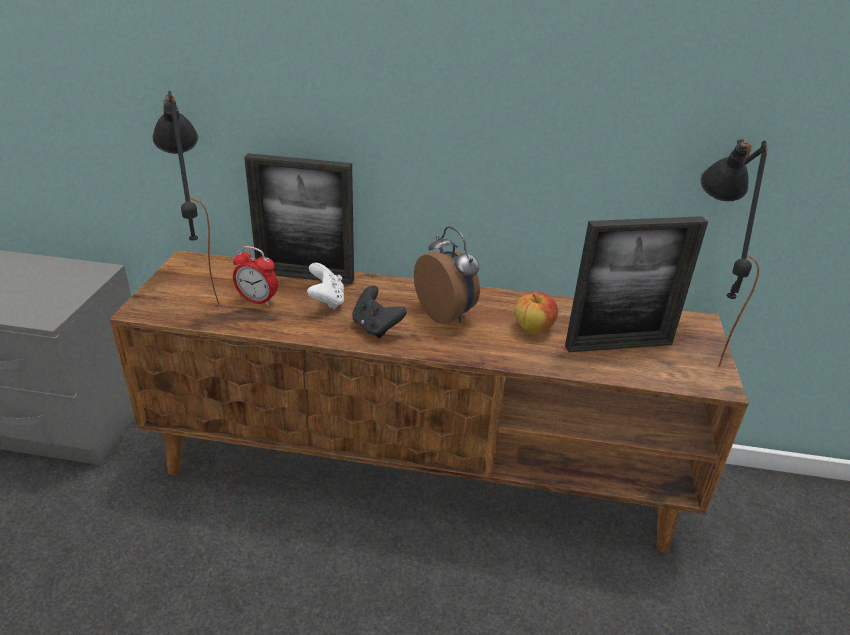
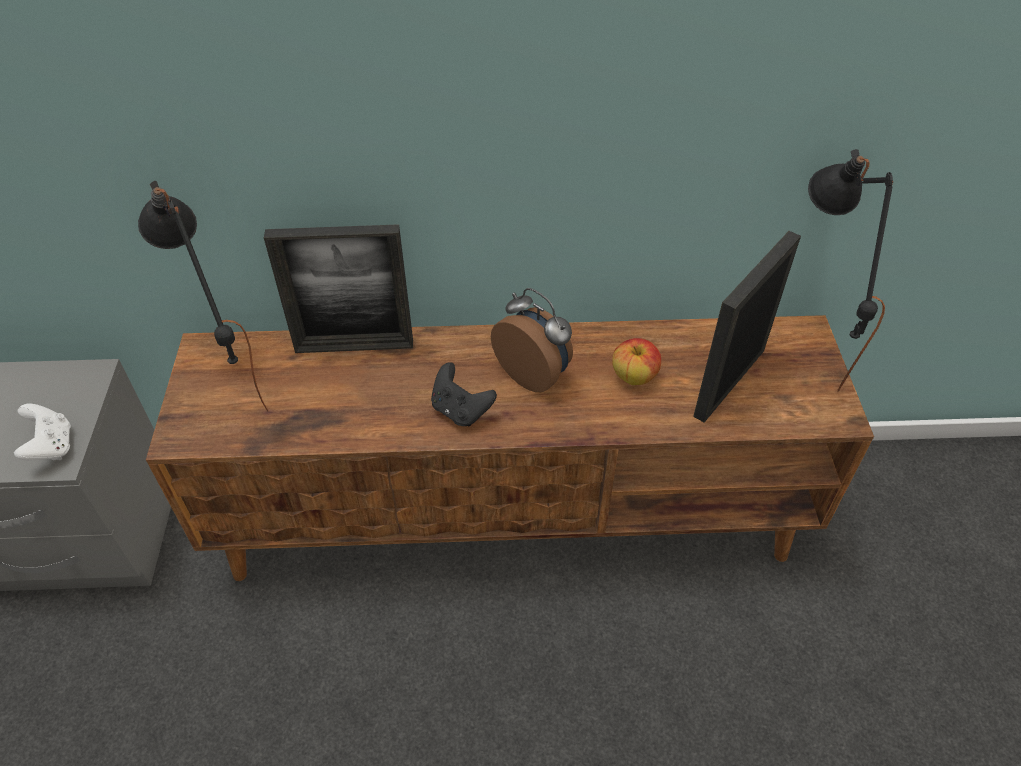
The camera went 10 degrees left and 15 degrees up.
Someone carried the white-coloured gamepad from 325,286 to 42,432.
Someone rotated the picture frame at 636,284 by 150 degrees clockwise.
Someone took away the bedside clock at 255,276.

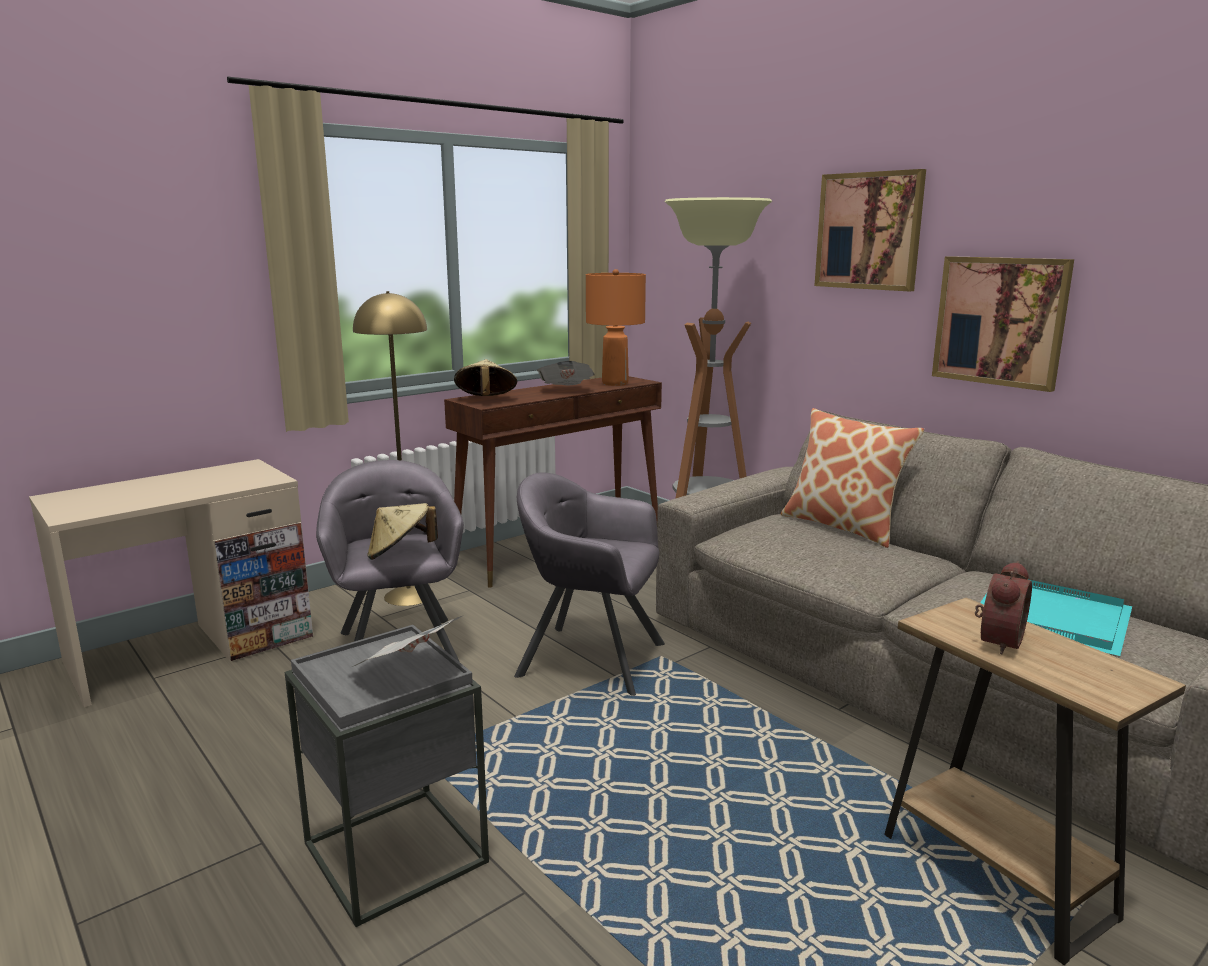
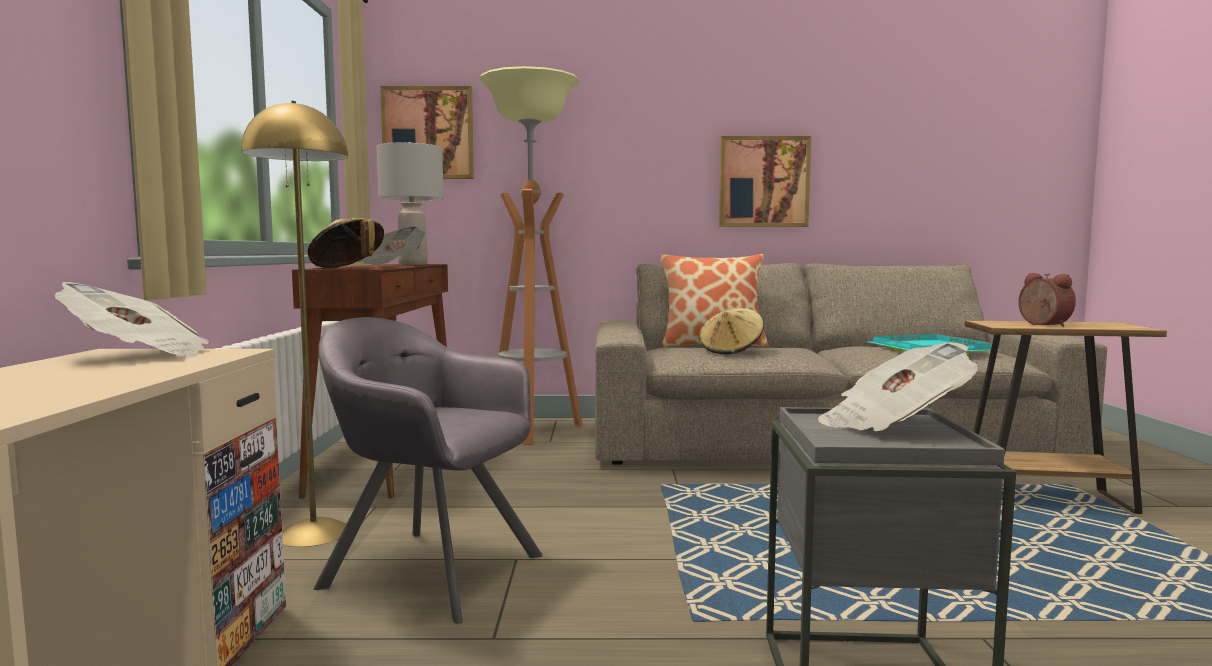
The camera went 50 degrees left and 10 degrees down.
Someone put down the printed paper at 131,320.
Someone repainted the orange-coloured tabletop lamp at 616,327, which became the gray tabletop lamp at 410,203.
Someone carried the wall picture from 870,230 to 427,132.
Someone carried the beige-coloured hat from 402,531 to 731,331.
Someone took away the gray easy chair at 589,584.

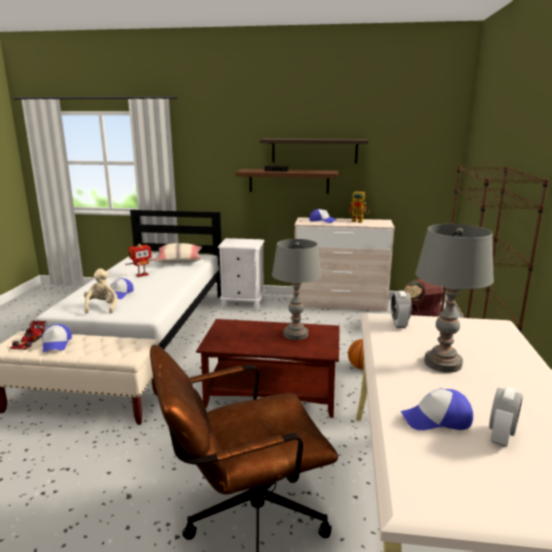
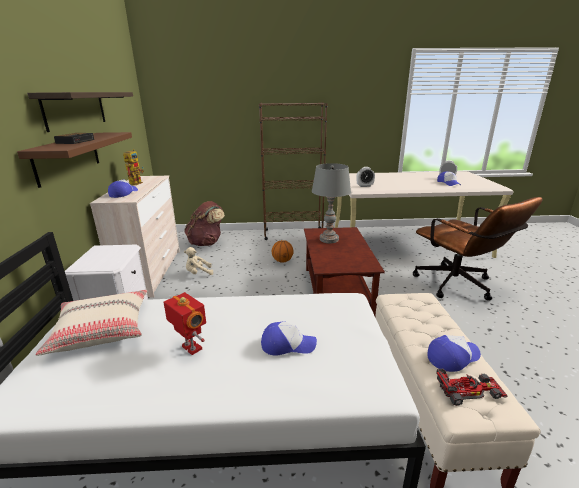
The camera went 100 degrees left and 5 degrees up.
Someone carried the beige-coloured cuddly toy from 100,291 to 198,261.
Someone took away the gray tabletop lamp at 454,298.

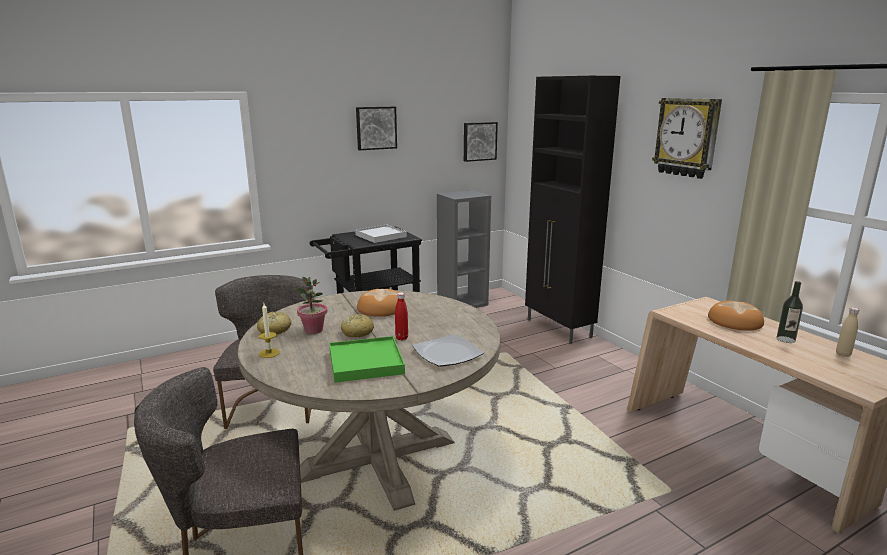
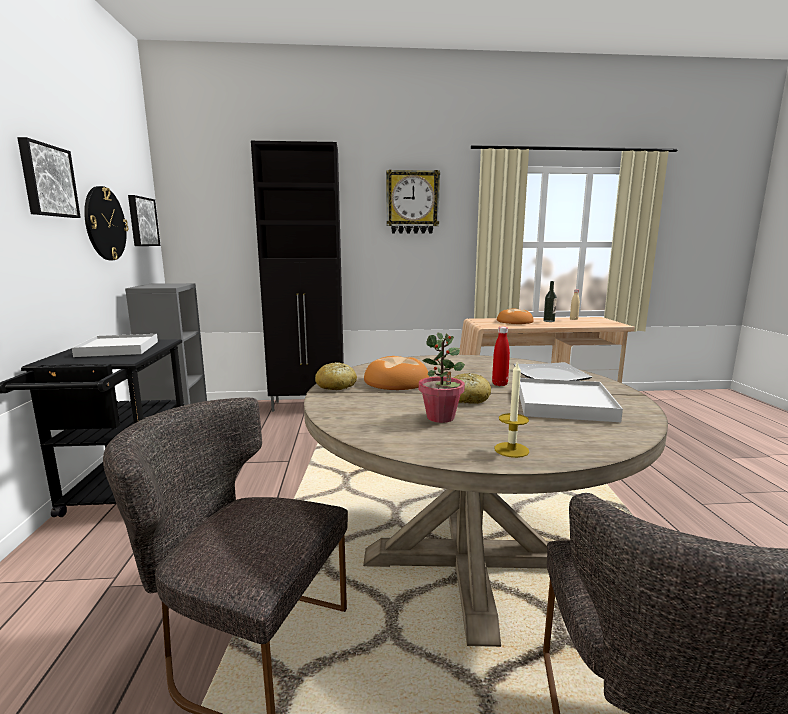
The camera went 65 degrees left and 5 degrees down.
Someone put up the clock on the wall at 106,223.
Someone carried the bakery bread from 274,323 to 336,376.
Someone repainted the greenish serving tray at 367,359, which became the white-coloured serving tray at 571,400.

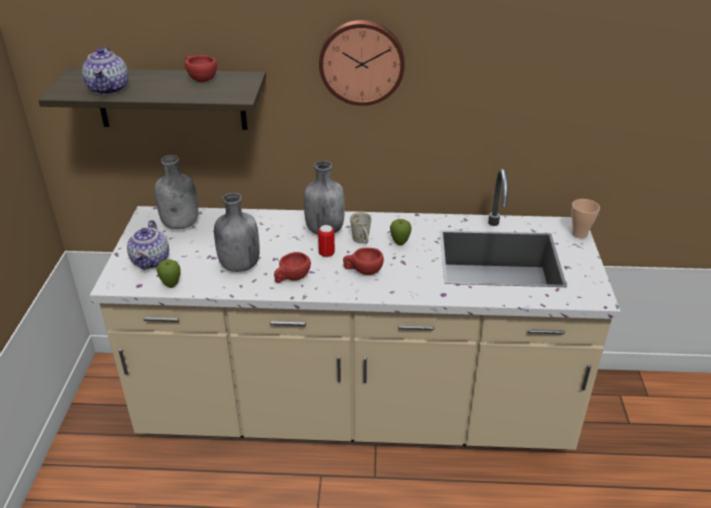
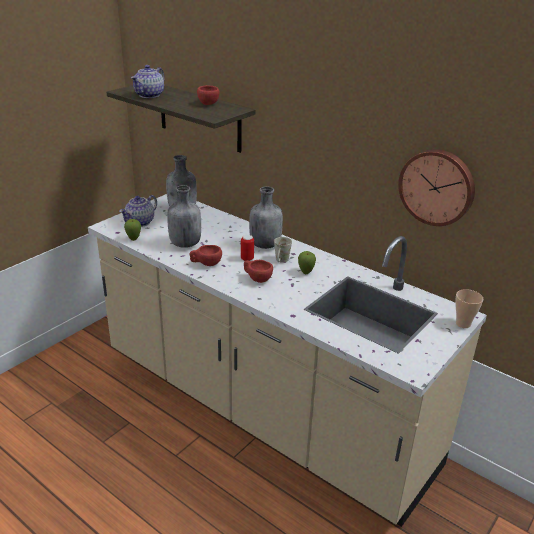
The camera went 35 degrees right and 5 degrees down.
Someone carried the clock on the wall from 362,63 to 436,187.

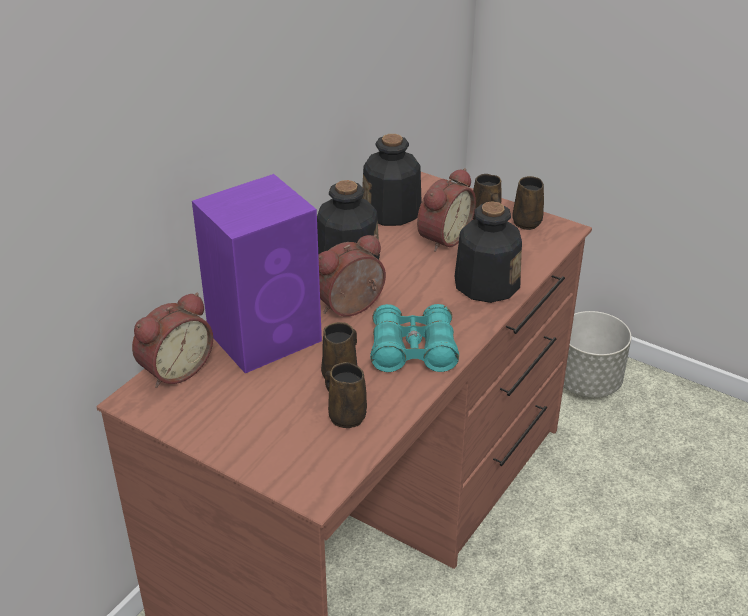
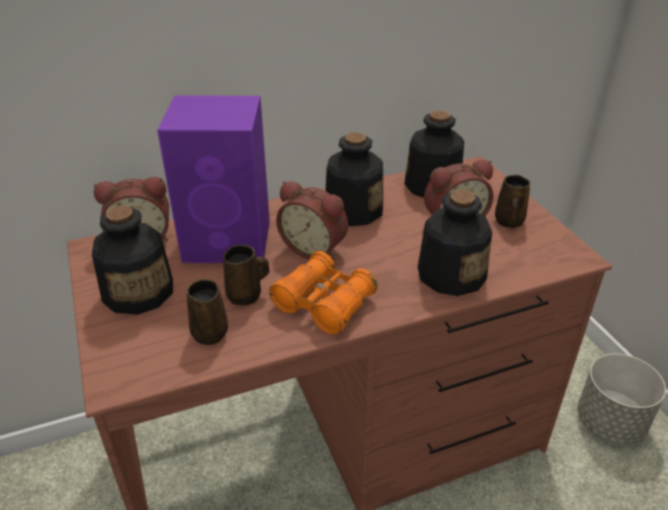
The camera went 35 degrees right and 0 degrees up.
Someone put down the bottle at 132,260.
Someone repainted the turquoise-coloured binoculars at 414,338, which became the orange-coloured binoculars at 323,293.
Someone rotated the bedside clock at 352,275 by 150 degrees counterclockwise.
Someone took away the brown-coloured mug at 528,203.

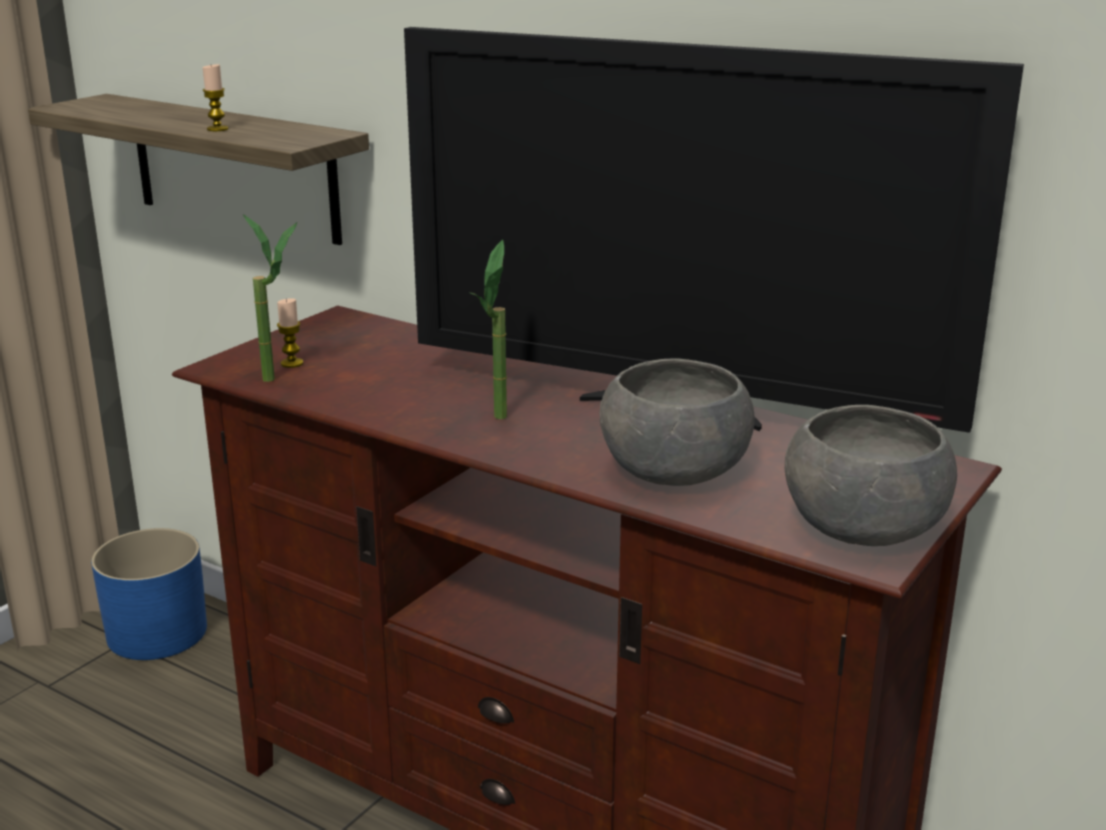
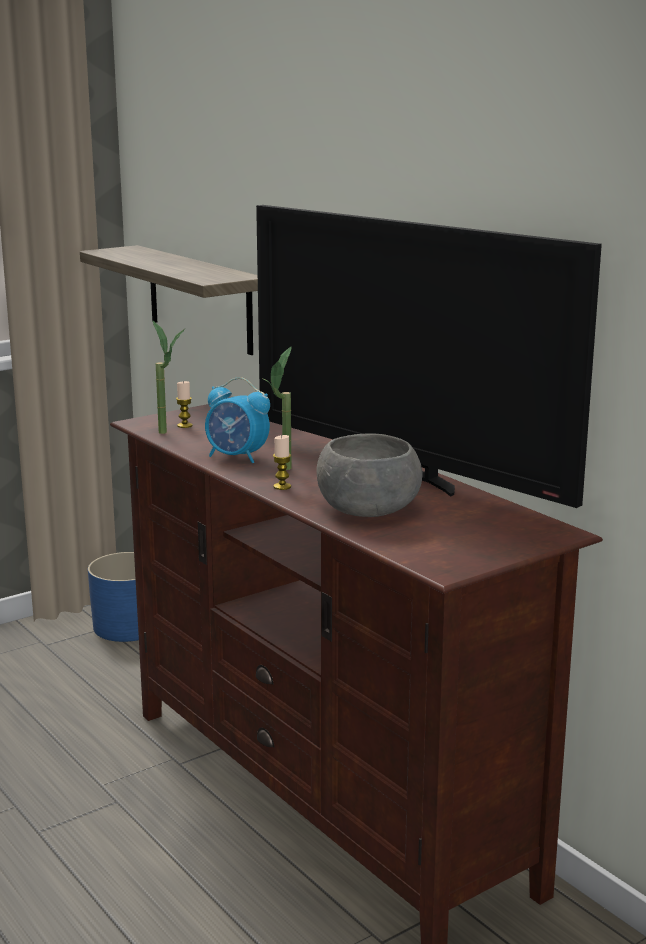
The camera went 20 degrees right and 5 degrees down.
Someone put down the bedside clock at 237,420.
Someone carried the candle from 215,97 to 282,462.
Someone took away the gray bowl at 871,475.

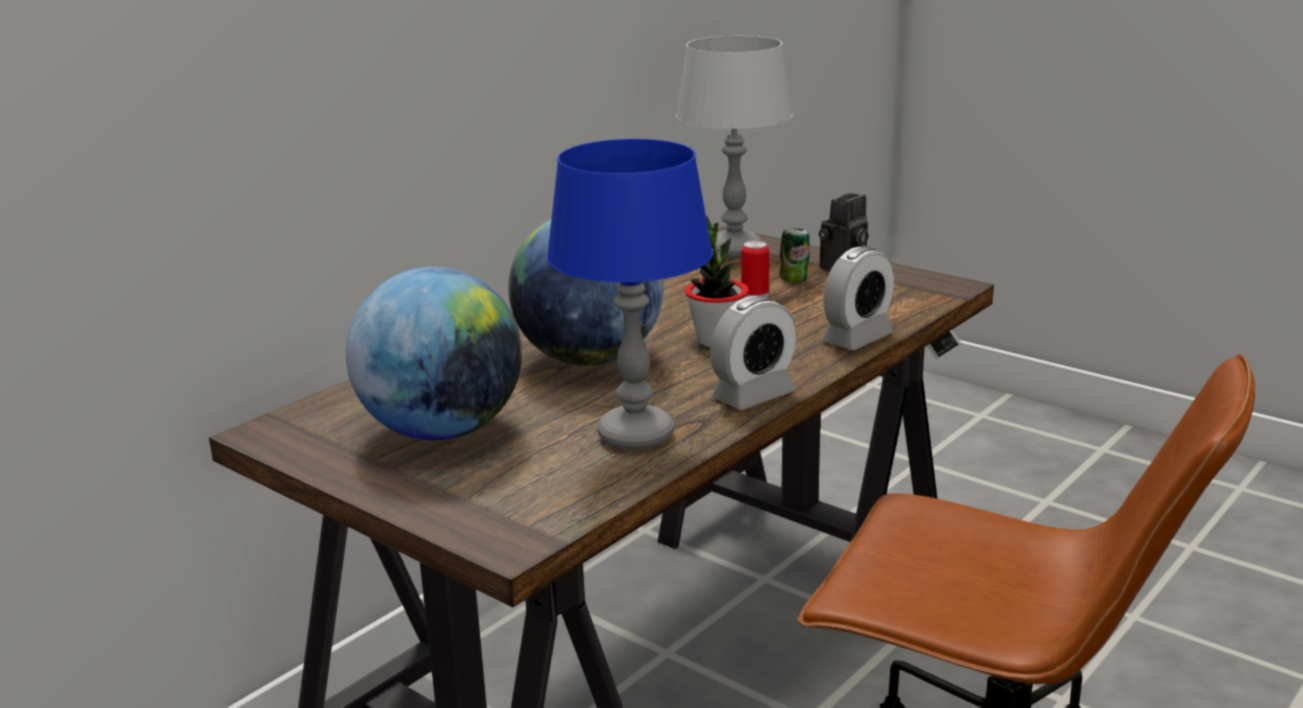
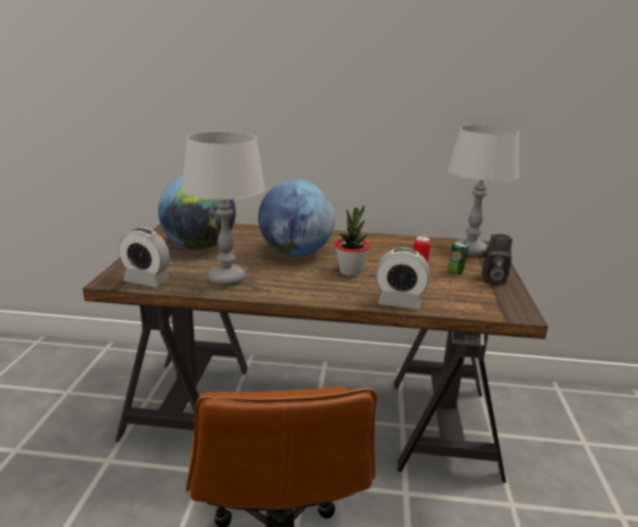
The camera went 55 degrees right and 0 degrees up.
Someone carried the bedside clock from 753,353 to 144,257.
Someone repainted the blue tabletop lamp at 629,294, which became the gray tabletop lamp at 223,209.

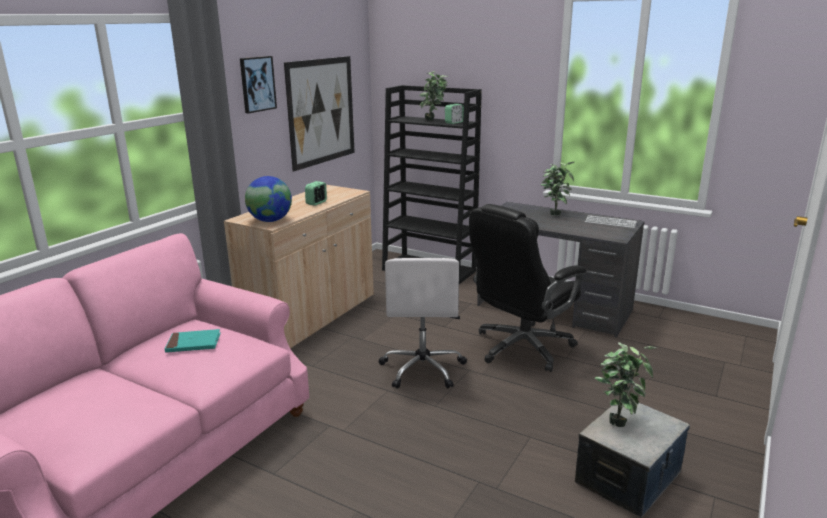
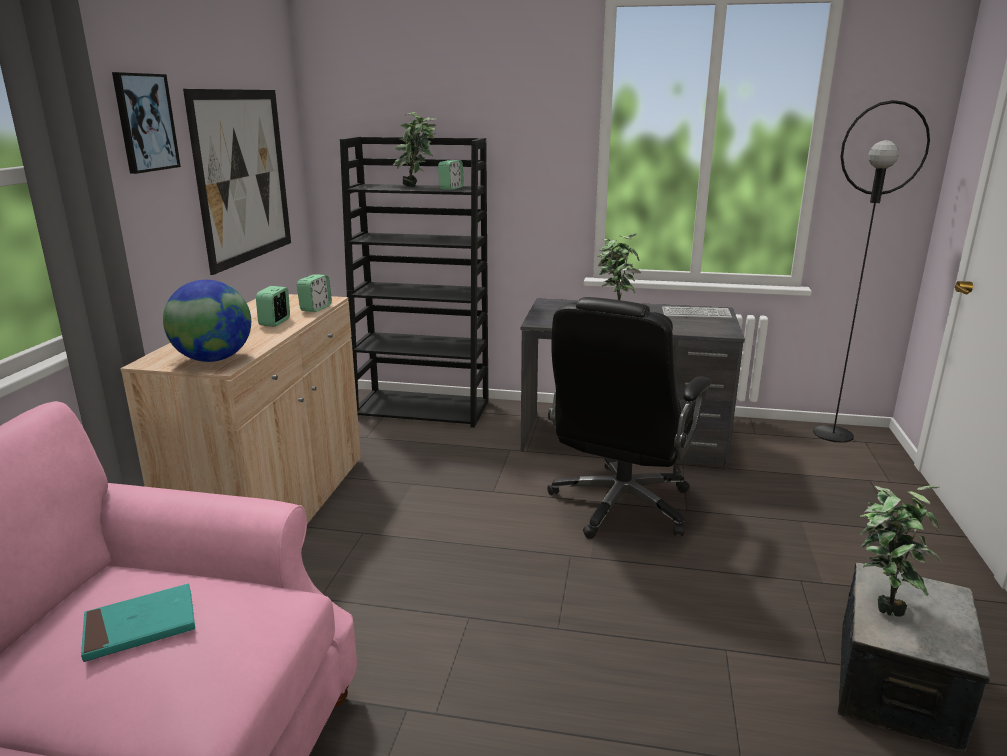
The camera went 20 degrees left and 0 degrees up.
Someone put down the bedside clock at 314,293.
Someone put down the blackish standard lamp at 871,271.
Someone took away the white-coloured computer chair at 422,323.

